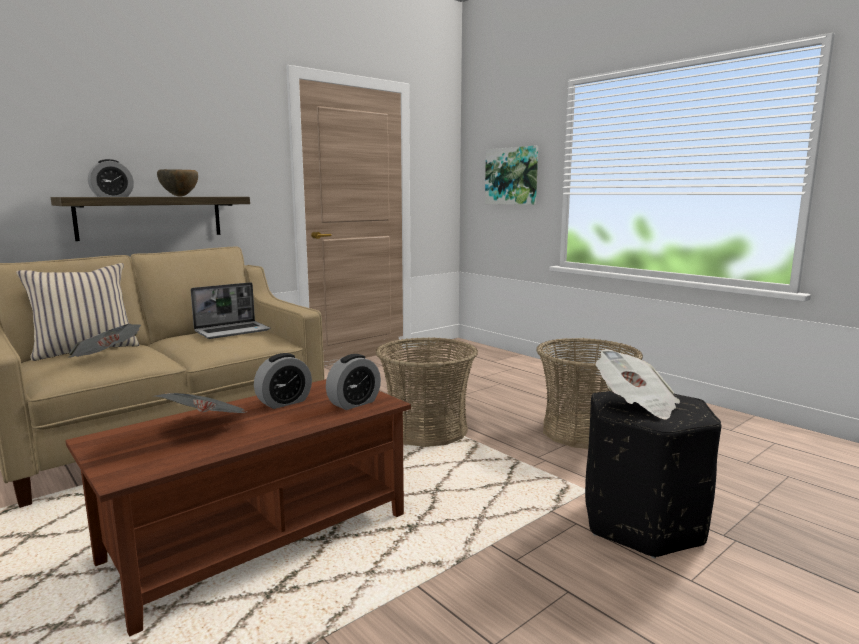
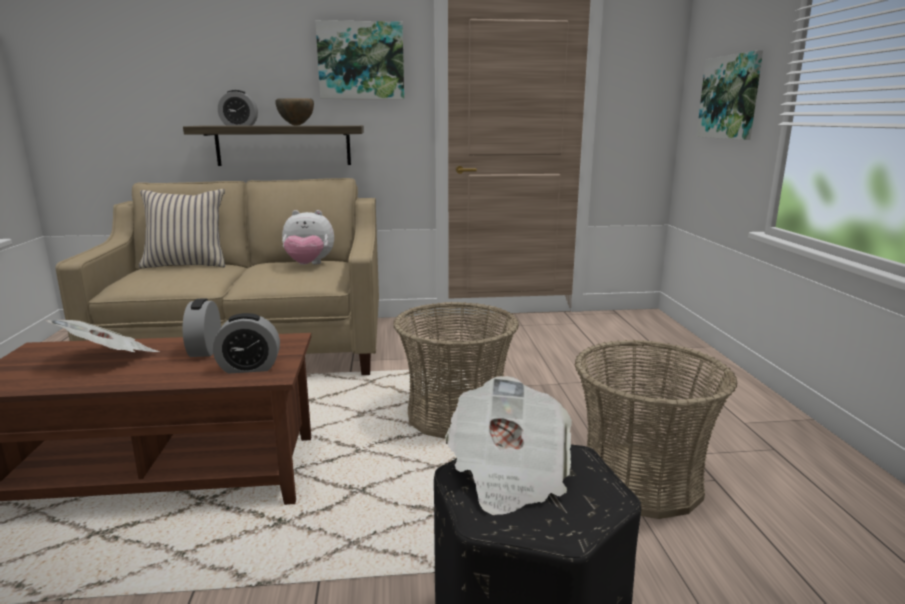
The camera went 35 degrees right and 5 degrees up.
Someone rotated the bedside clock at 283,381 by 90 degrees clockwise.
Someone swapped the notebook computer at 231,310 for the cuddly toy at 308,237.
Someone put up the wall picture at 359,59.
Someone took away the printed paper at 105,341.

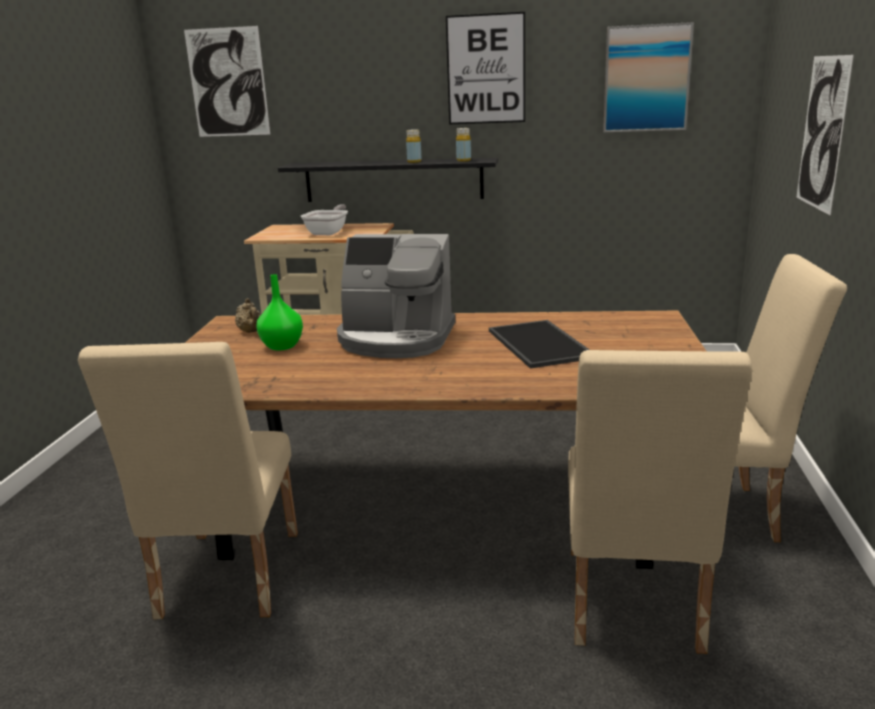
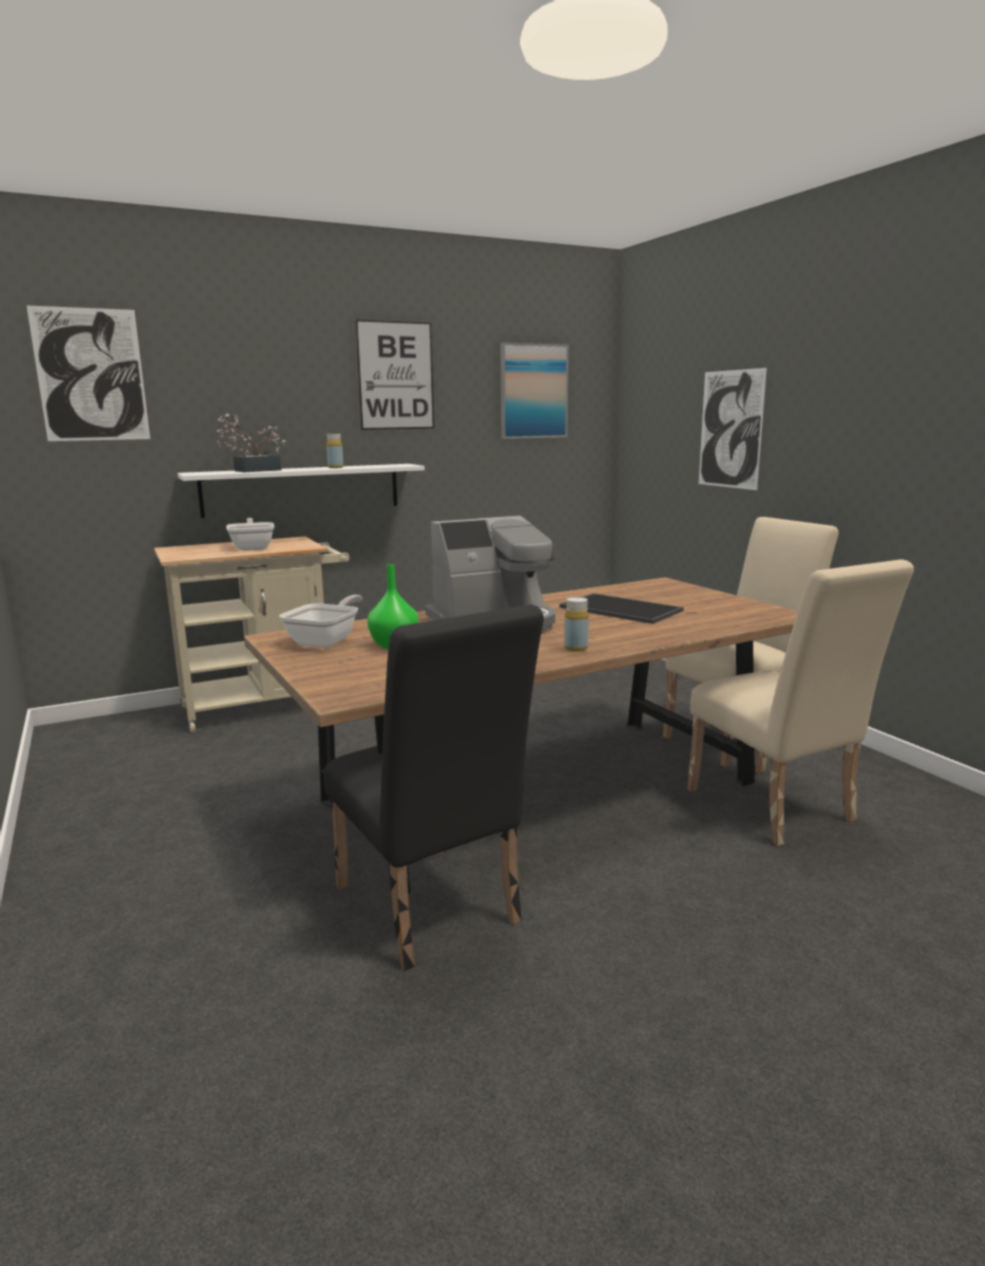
The camera went 35 degrees left and 5 degrees down.
Someone repainted the blackish wall shelf at 388,180, which became the white-coloured wall shelf at 301,491.
Someone put down the houseplant at 251,443.
Someone swapped the beige-coloured pot for tea at 248,315 for the pan at 321,621.
Someone repainted the beige-coloured upright chair at 188,480, which became the blackish upright chair at 434,787.
Someone carried the yellow bottle from 463,145 to 576,624.

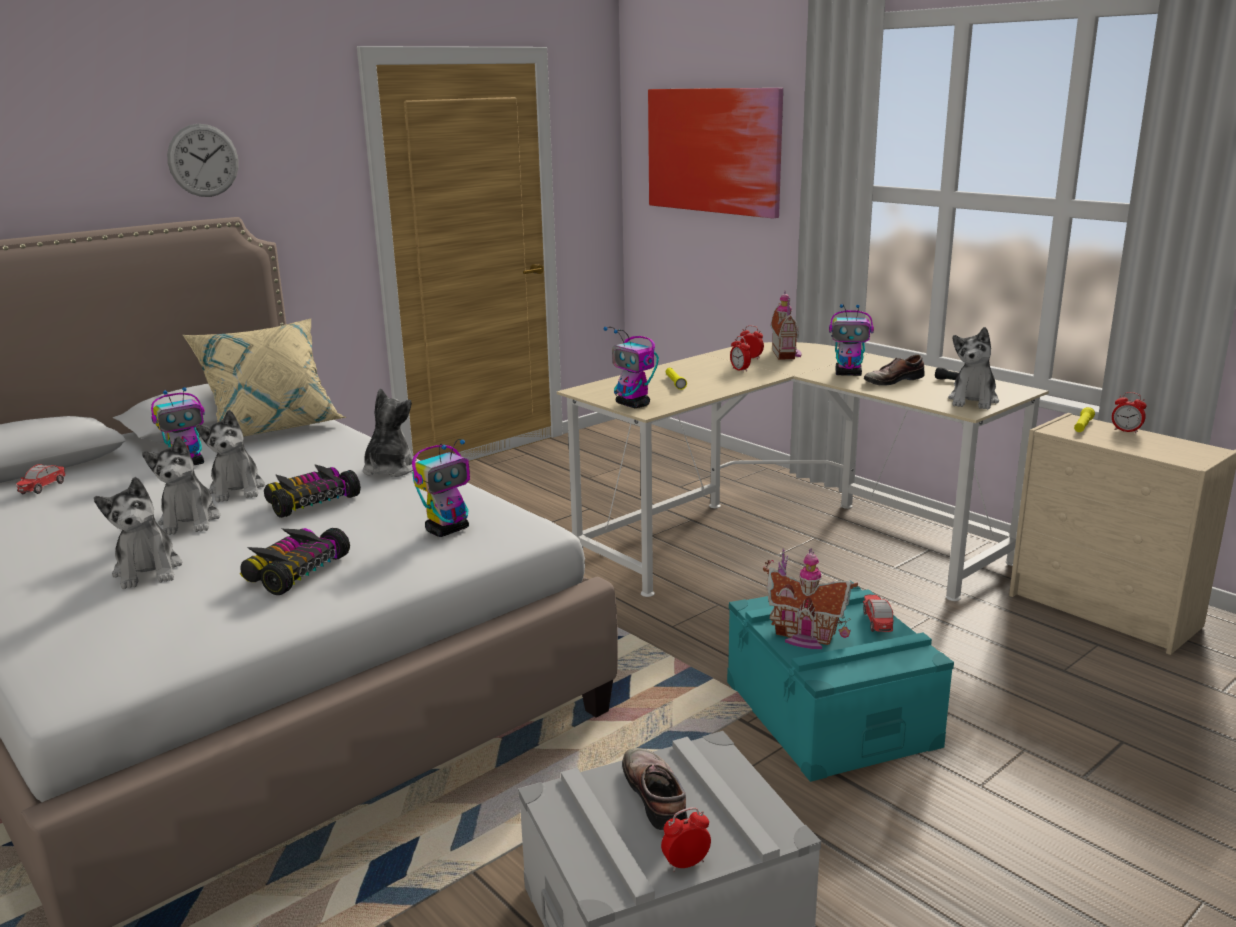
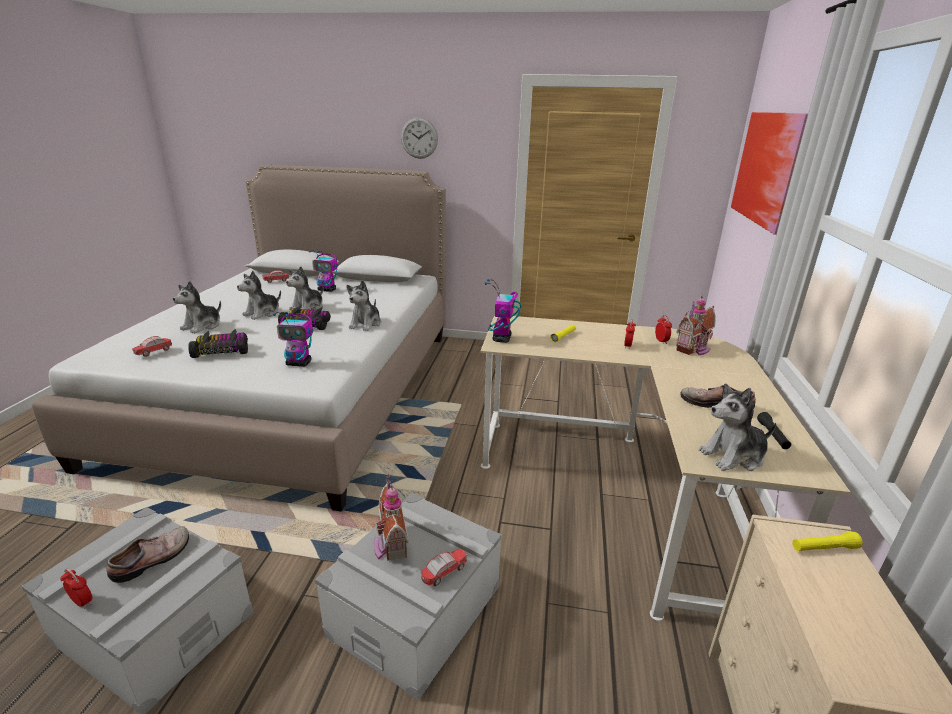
The camera went 50 degrees right and 5 degrees up.
Someone put down the toy car at 152,346.
Someone repainted the turquoise-coloured storage box at 840,681, which became the gray storage box at 408,597.
Someone rotated the cuddly toy at 390,433 by 135 degrees clockwise.
Someone took away the beige-coloured pillow at 264,377.
Someone took away the robot figure at 851,340.
Someone took away the bedside clock at 1129,412.

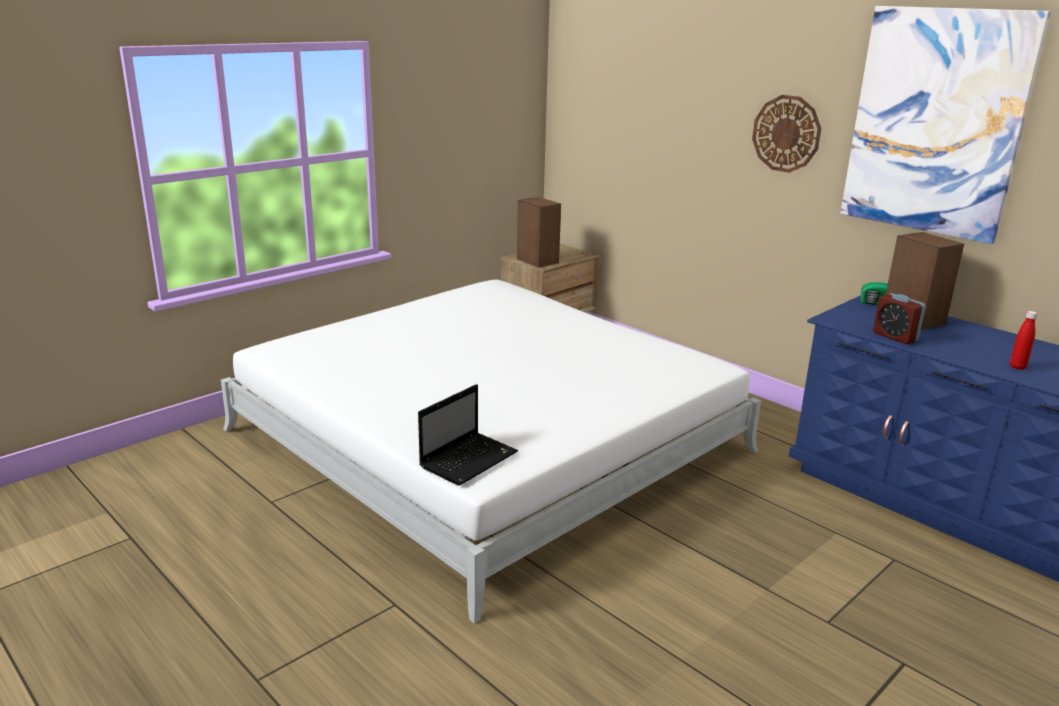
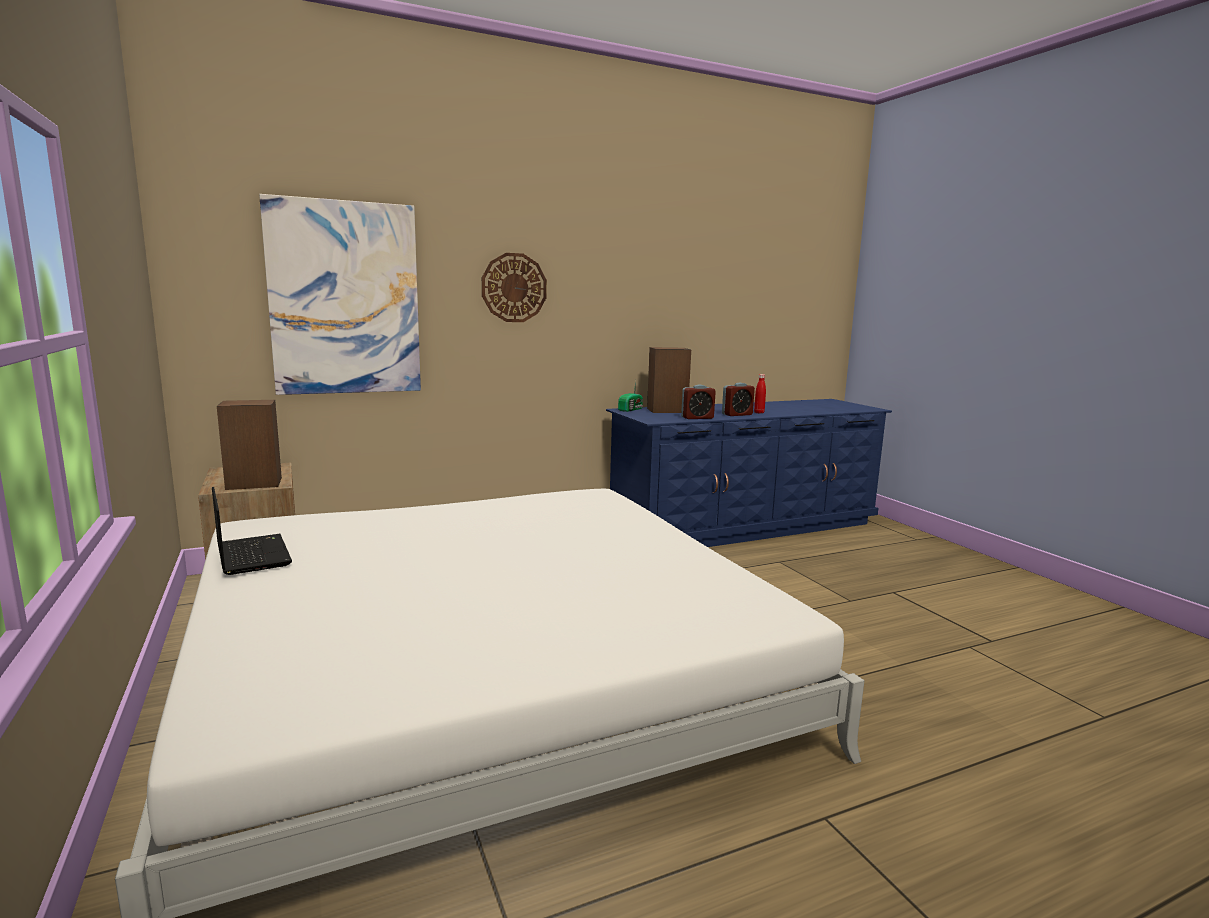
The camera went 70 degrees left and 10 degrees down.
Someone carried the notebook computer from 468,434 to 252,531.
Someone carried the wall picture from 945,125 to 340,294.
Someone put down the bedside clock at 738,399.

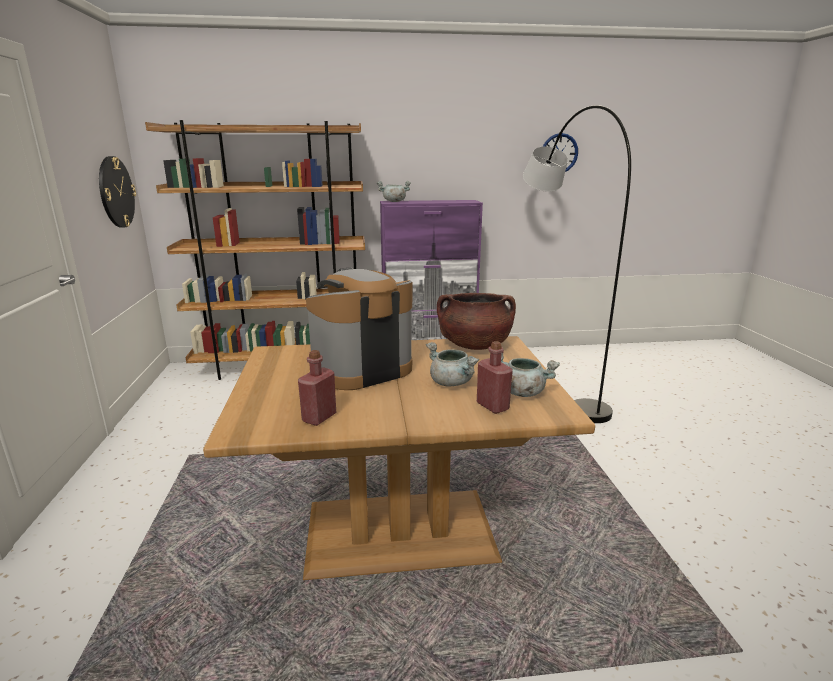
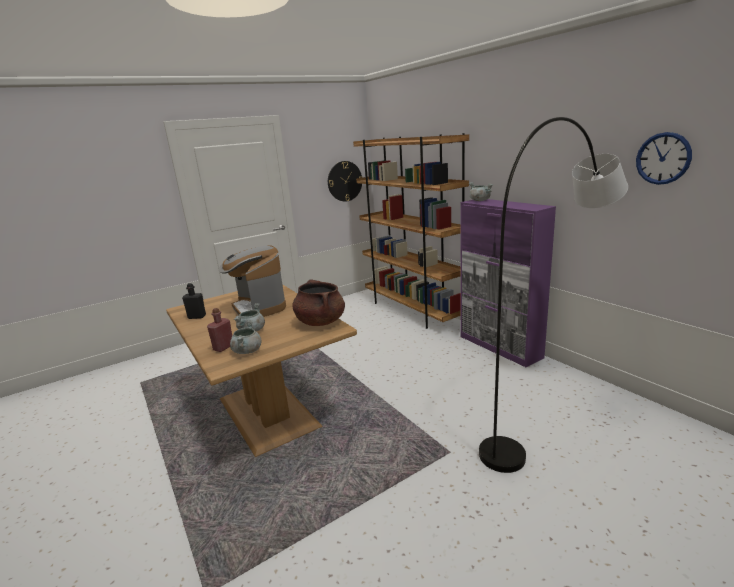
The camera went 65 degrees right and 0 degrees up.
Someone repainted the reddish bottle at 317,388, which became the blackish bottle at 194,301.
Someone rotated the coffee maker at 359,328 by 150 degrees counterclockwise.

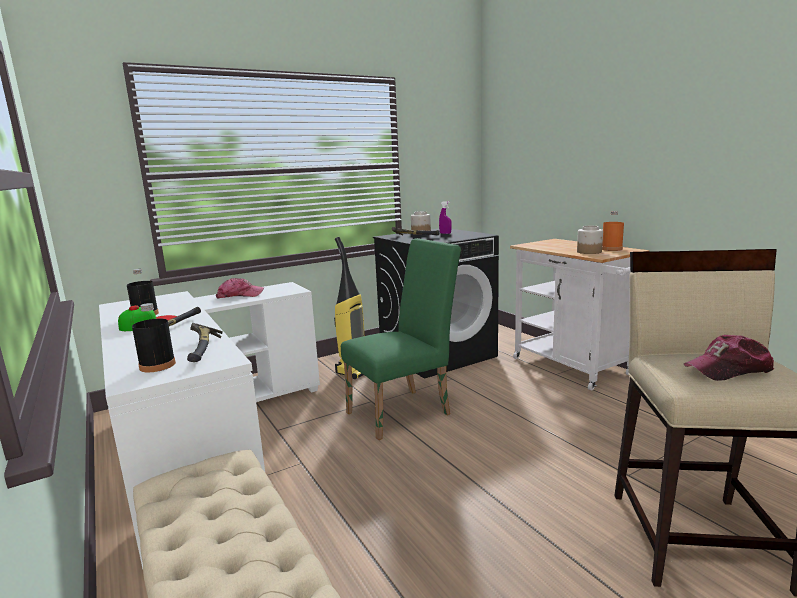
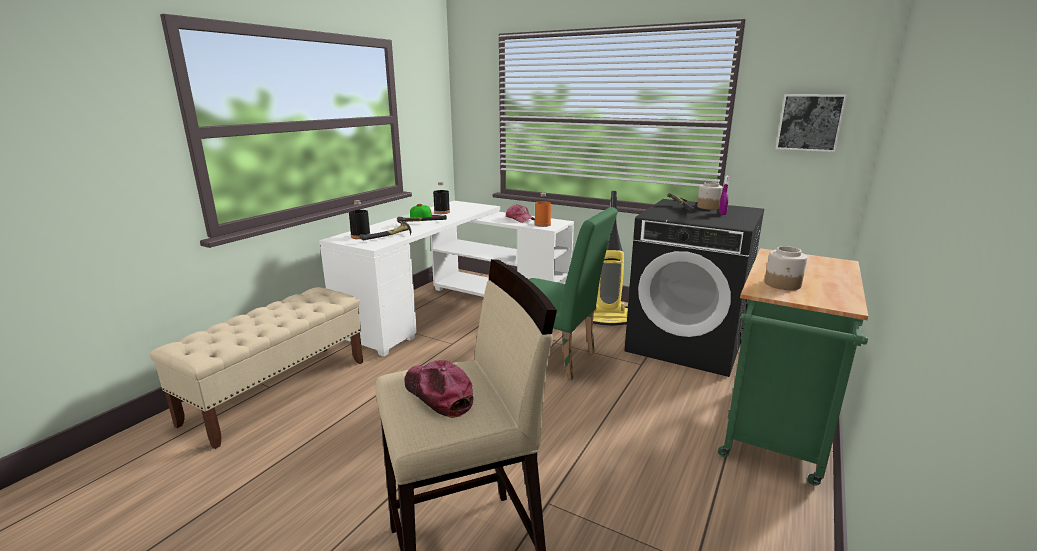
The camera went 60 degrees right and 5 degrees up.
Someone carried the orange-coloured bottle from 613,231 to 542,210.
Someone repainted the white-coloured trolley at 579,314, which became the greenish trolley at 793,367.
Someone put up the wall picture at 811,123.

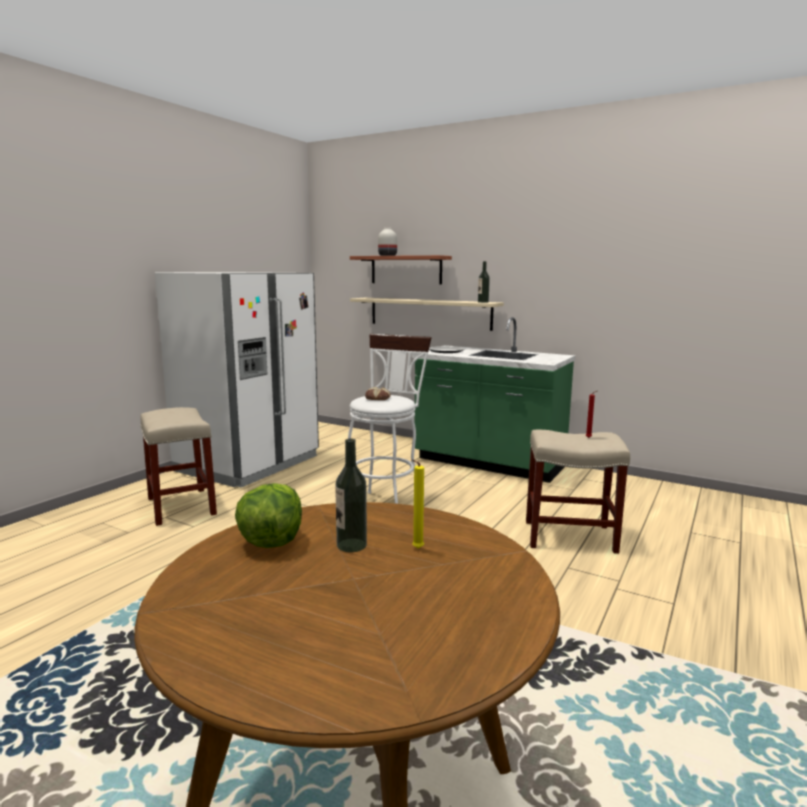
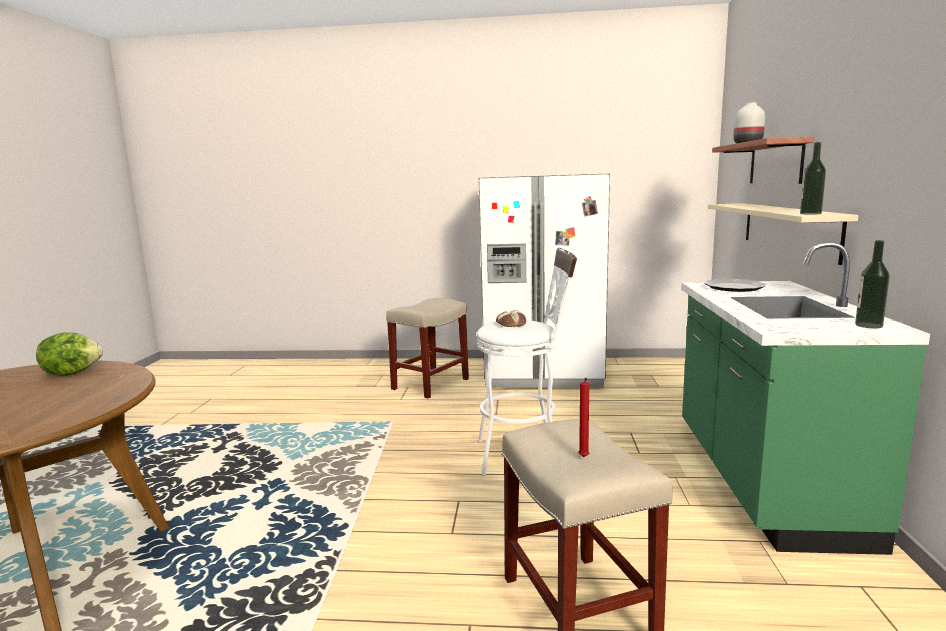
The camera went 65 degrees right and 0 degrees up.
Someone carried the bottle from 351,495 to 872,284.
Someone took away the yellow candle at 417,504.

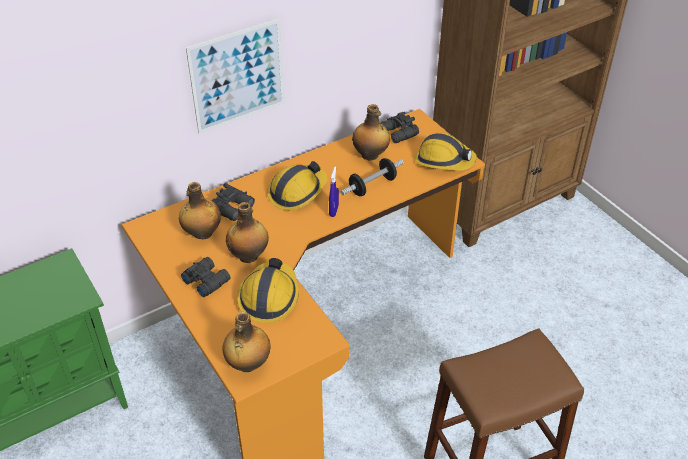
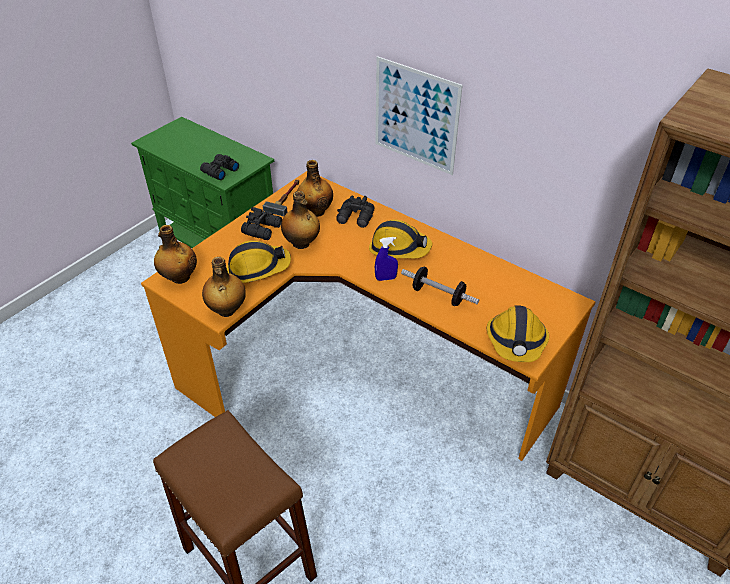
The camera went 70 degrees right and 0 degrees up.
Someone carried the blackish binoculars from 400,127 to 219,167.
Someone carried the bottle from 371,132 to 224,287.
Someone put down the tool hammer at 281,198.

